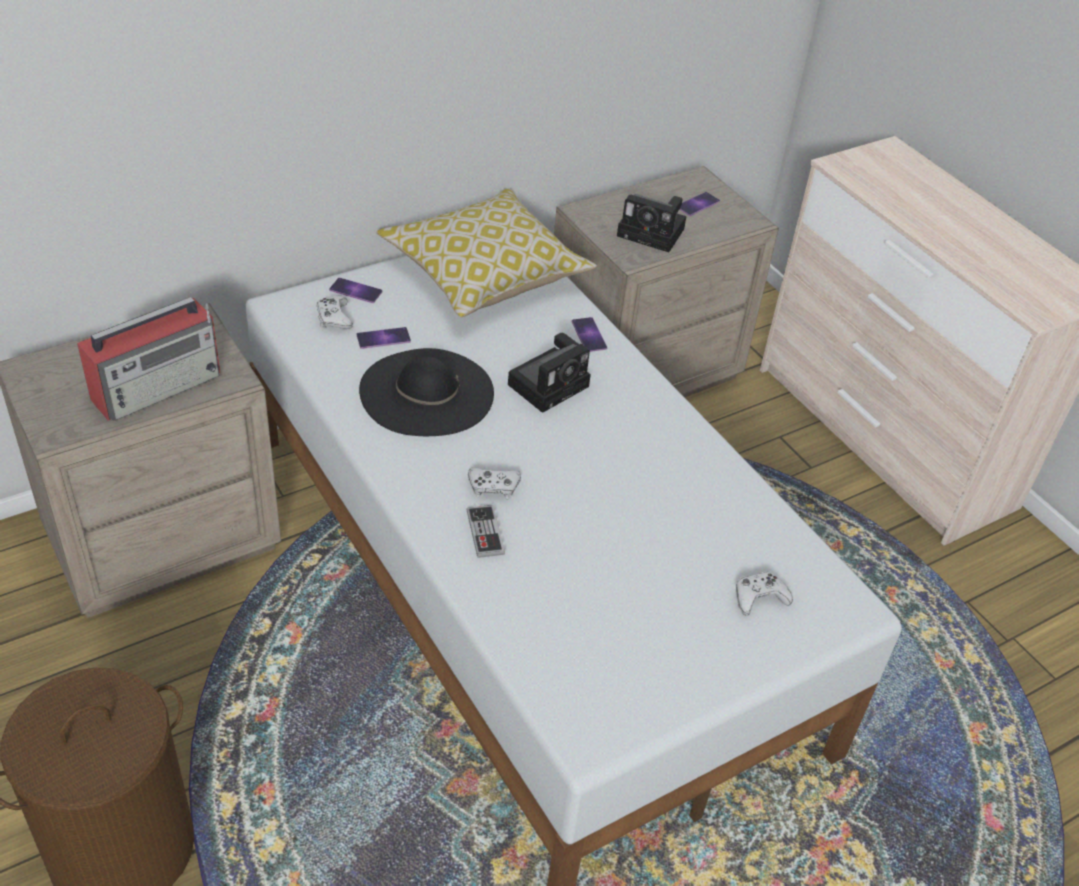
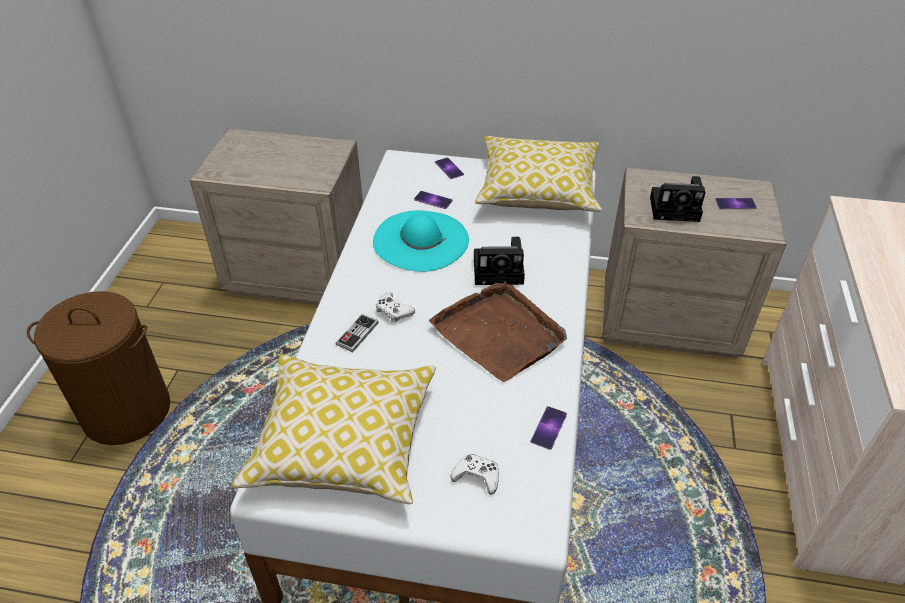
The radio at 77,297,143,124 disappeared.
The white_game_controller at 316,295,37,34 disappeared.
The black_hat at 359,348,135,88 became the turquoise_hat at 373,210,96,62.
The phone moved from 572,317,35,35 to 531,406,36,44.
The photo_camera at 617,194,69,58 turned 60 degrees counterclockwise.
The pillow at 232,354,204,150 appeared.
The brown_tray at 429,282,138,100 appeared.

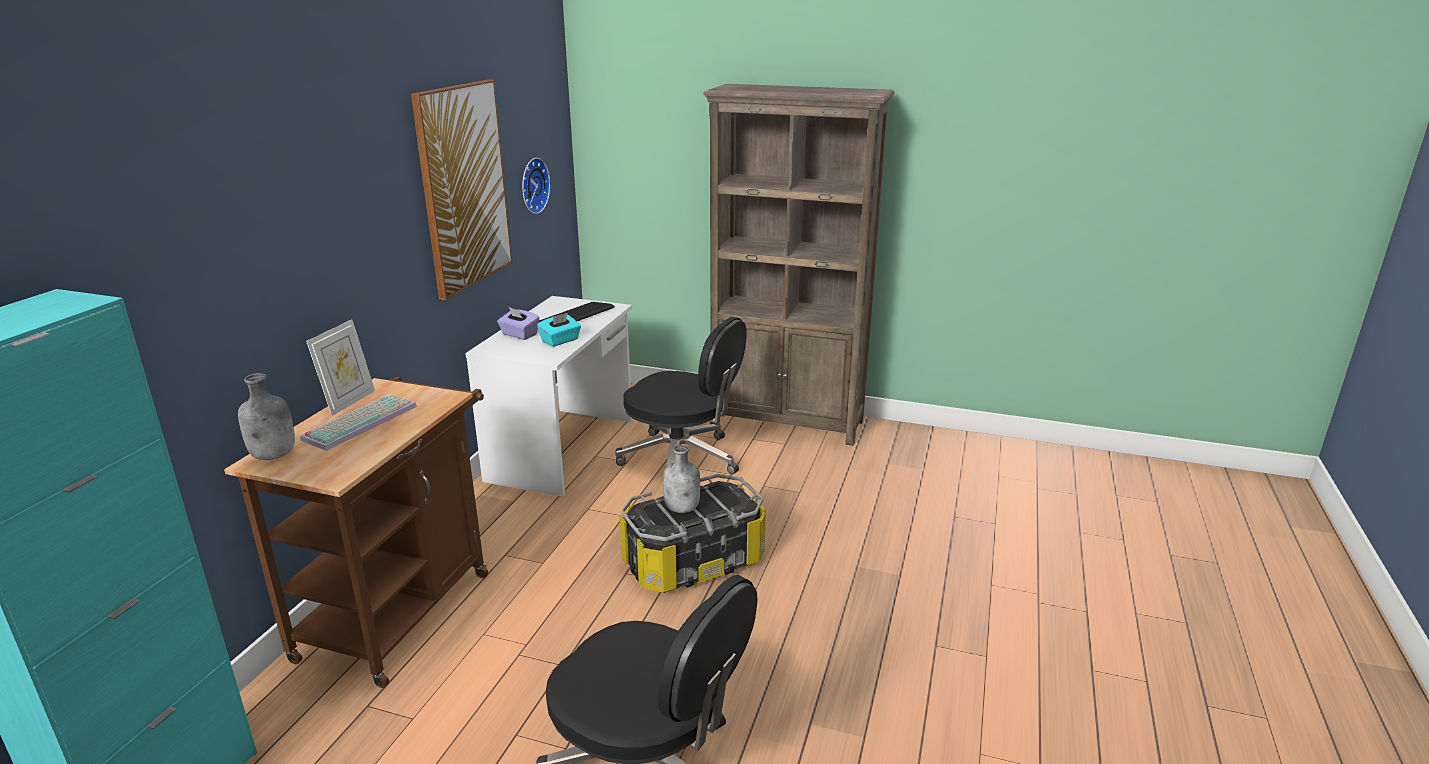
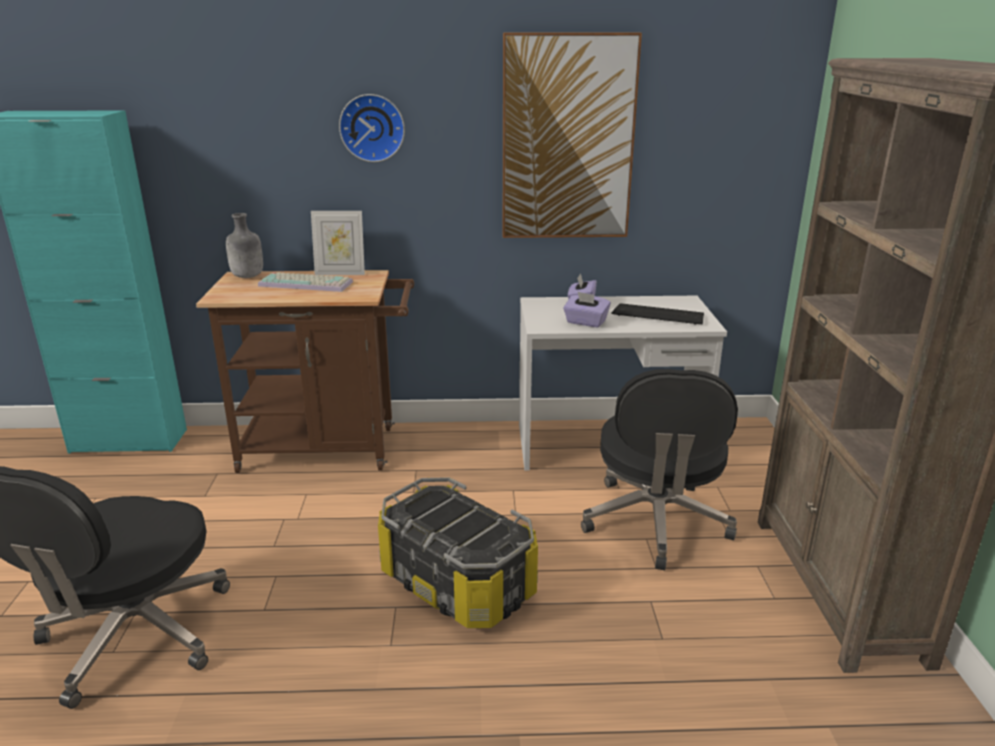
The wall_clock moved from 522,157,28,57 to 339,94,66,68.
The turquoise_tissue_box at 537,313,44,34 became the purple_tissue_box at 563,291,48,36.
The grey_bottle at 663,445,37,68 disappeared.

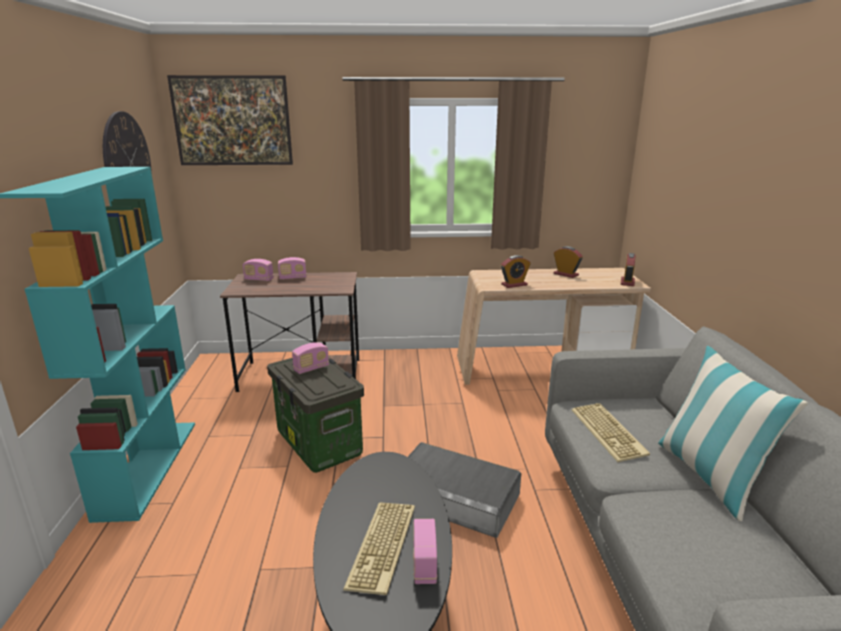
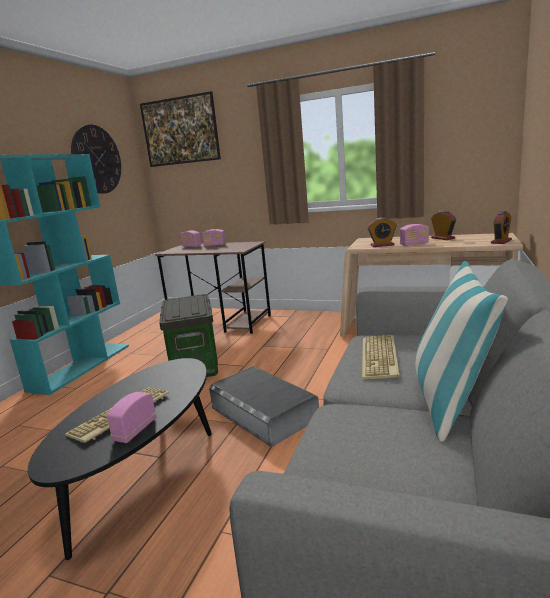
The radio moved from 292,342,37,32 to 400,224,29,22.

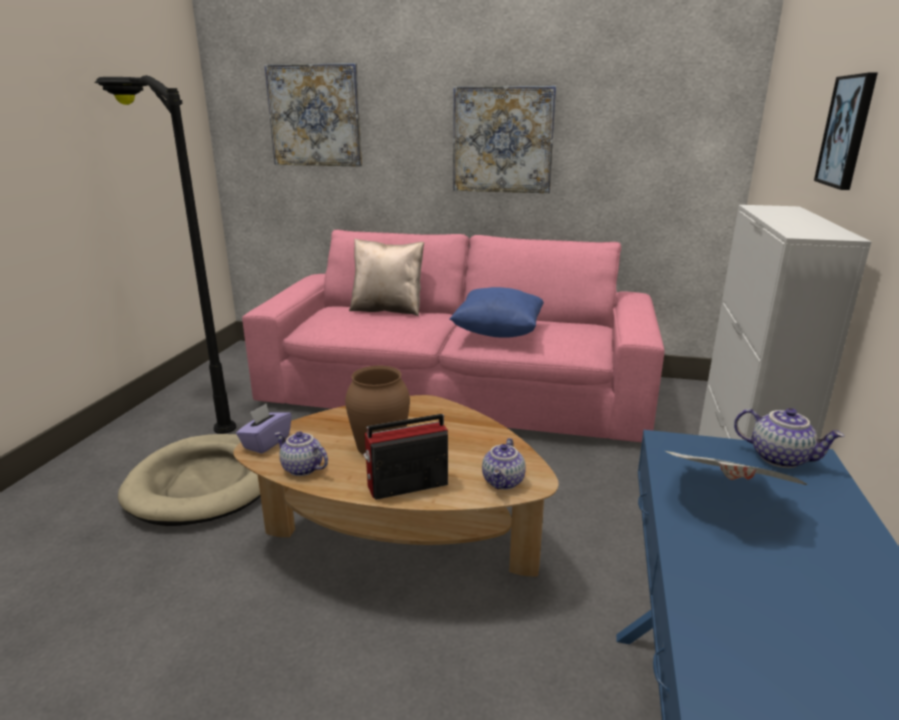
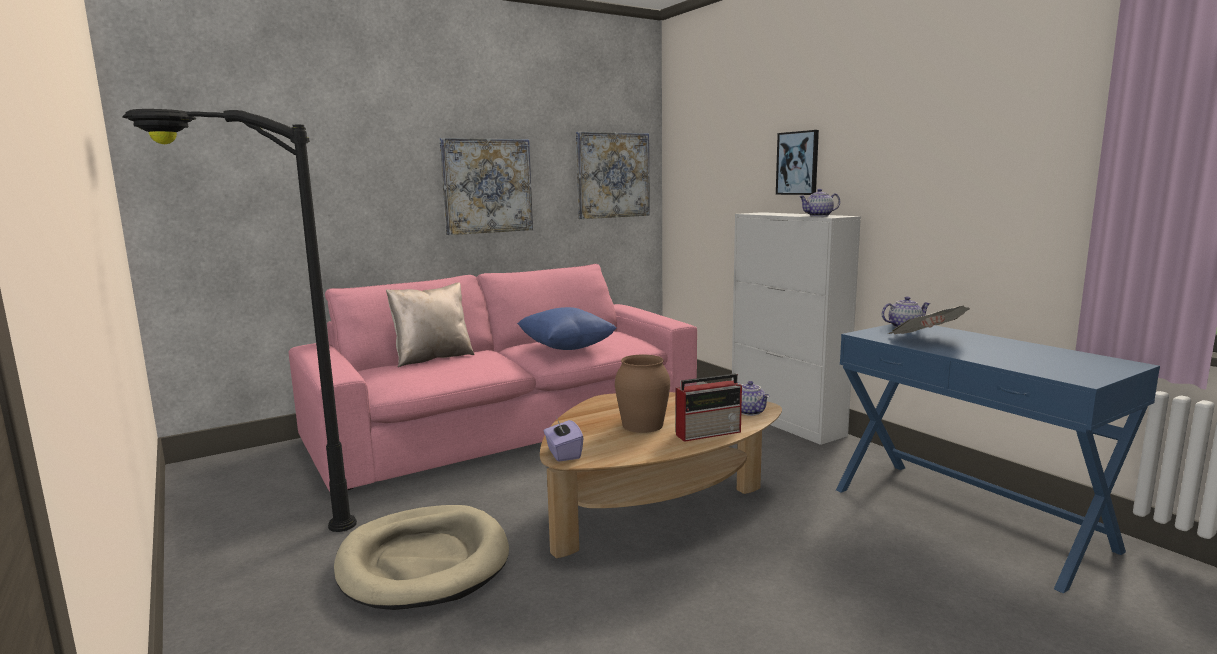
The picture moved from 264,63,98,104 to 576,132,74,87.
The teapot moved from 274,431,54,45 to 799,189,41,28.
The radio at 363,414,85,86 turned 135 degrees counterclockwise.

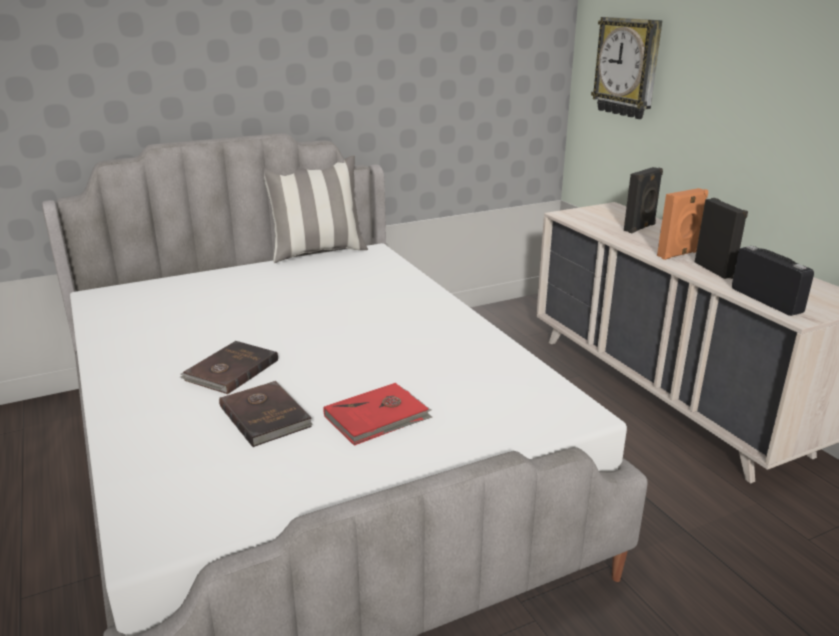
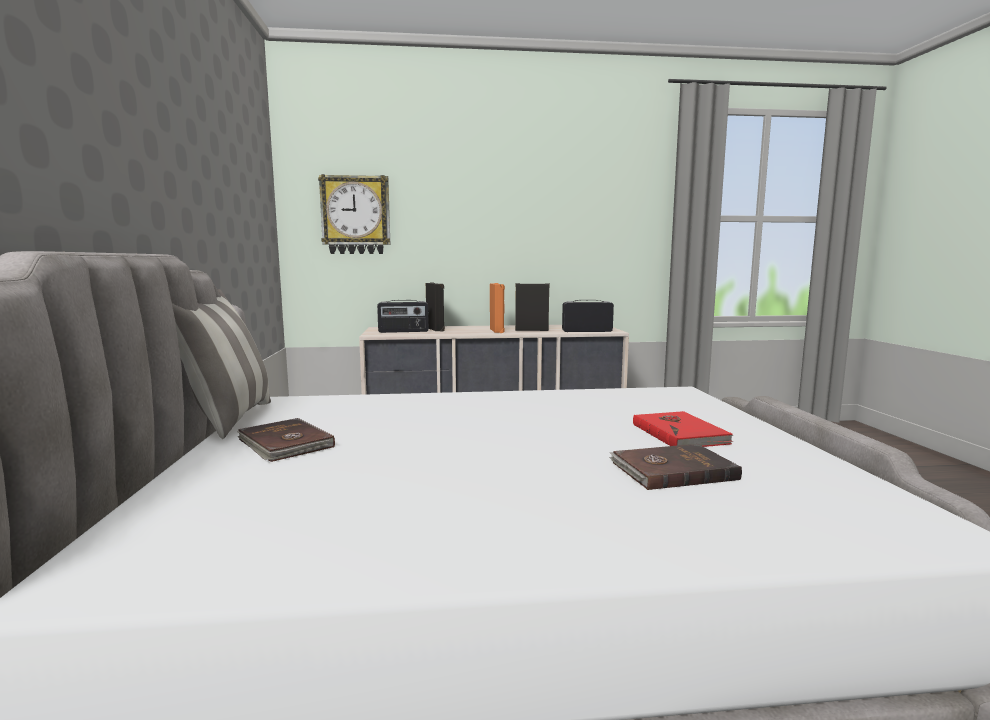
The brown_book moved from 180,341,98,53 to 237,418,98,44.
The radio at 377,300,52,33 appeared.

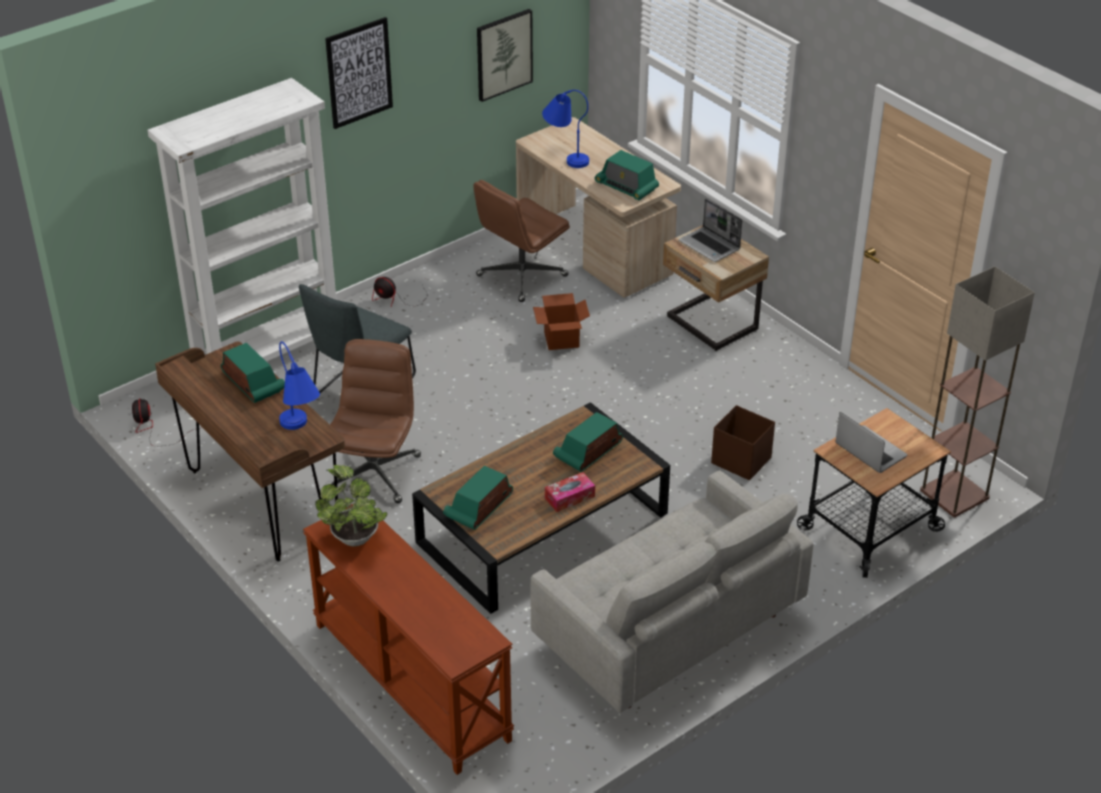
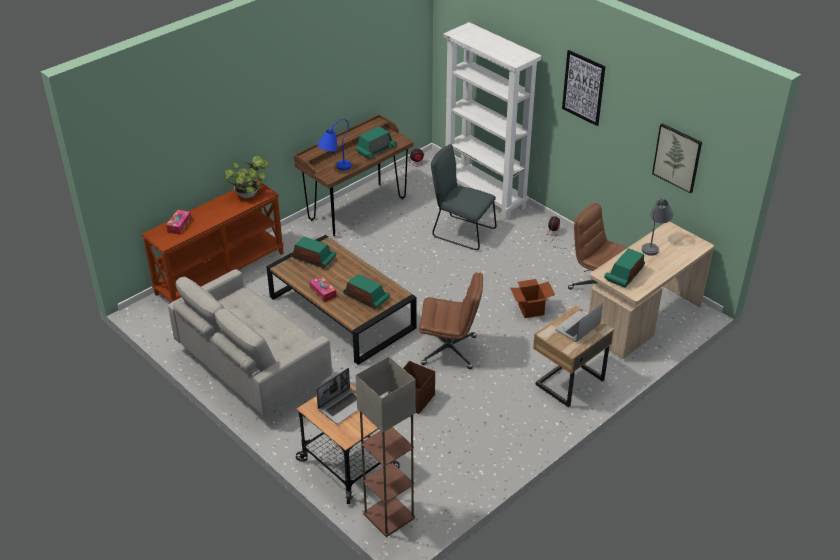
The brown_office_chair moved from 330,339,91,164 to 419,272,64,97.
The blue_table_lamp at 542,90,47,78 became the grey_table_lamp at 642,199,31,57.
The tissue_box at 166,210,25,25 appeared.

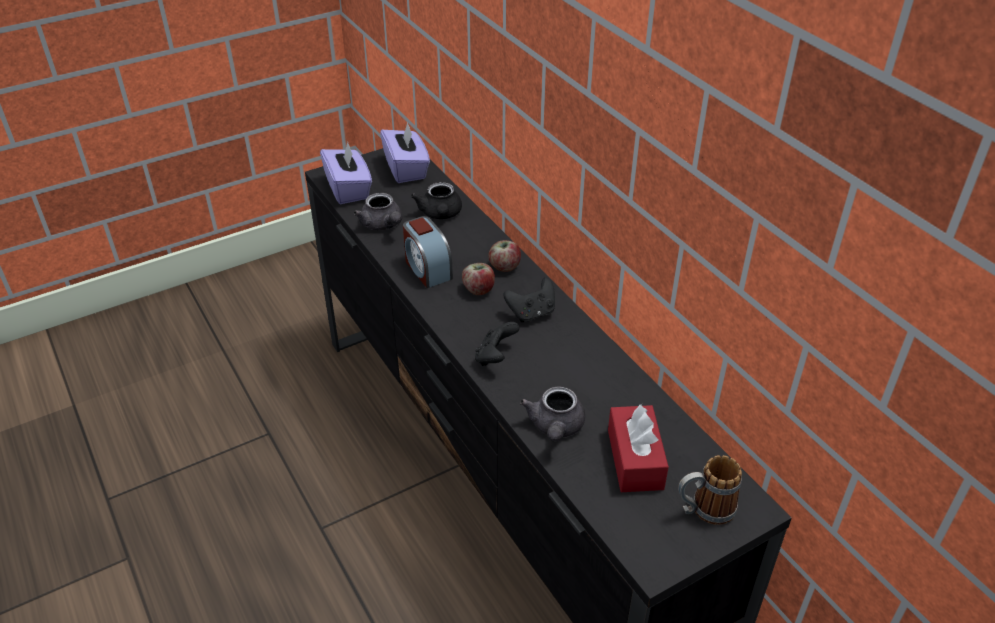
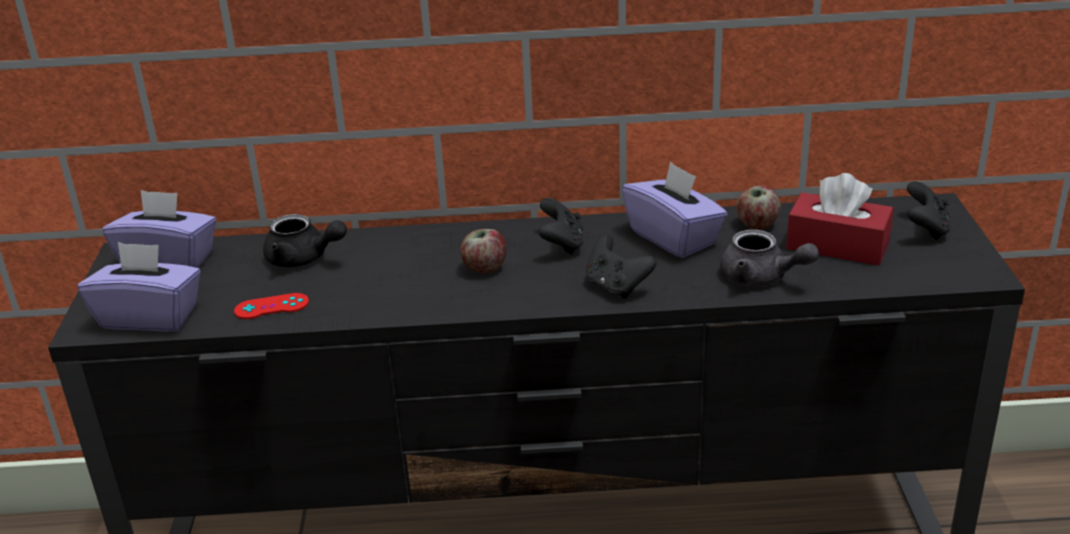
The grey_teapot at 354,193,48,38 was replaced by the red_game_controller at 234,293,75,26.
The alarm_clock at 403,216,50,72 disappeared.
The apple moved from 488,240,33,32 to 736,185,45,44.
The mug at 678,455,64,70 was replaced by the black_game_controller at 907,181,43,59.
The purple_tissue_box at 622,162,105,96 appeared.

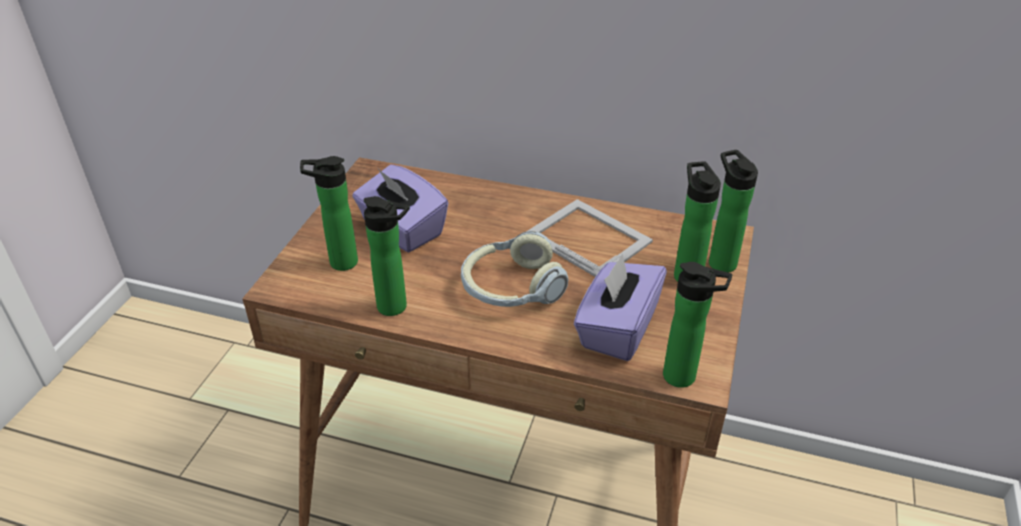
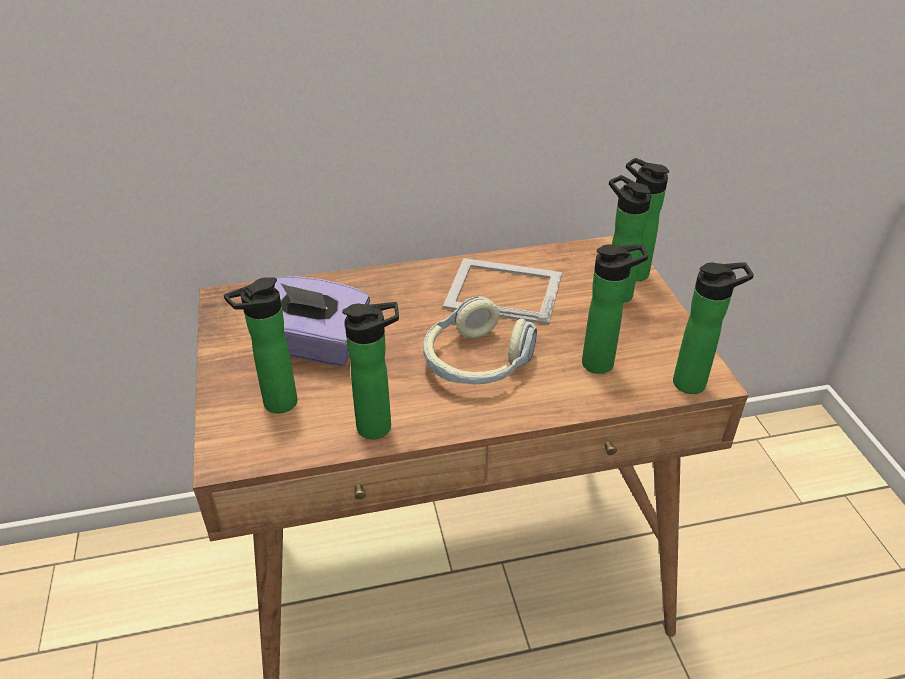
The purple_tissue_box at 574,253,93,108 was replaced by the bottle at 582,244,66,130.

